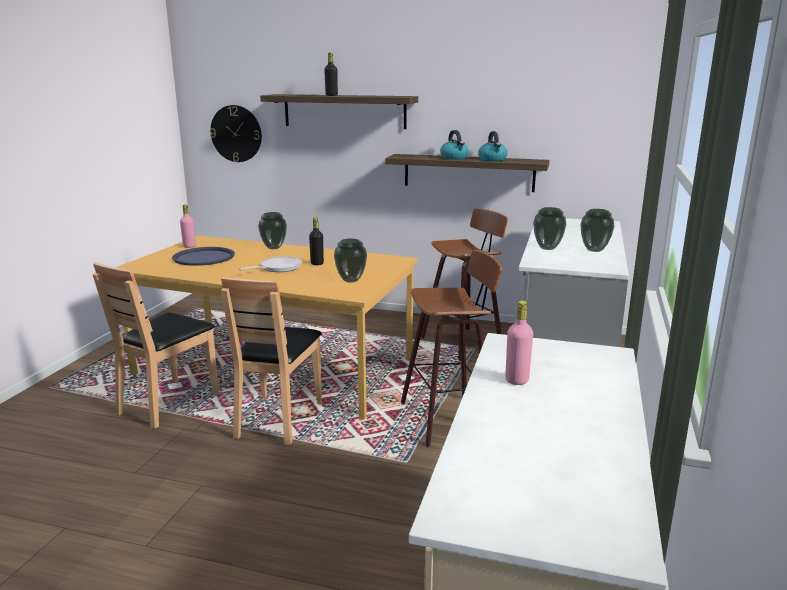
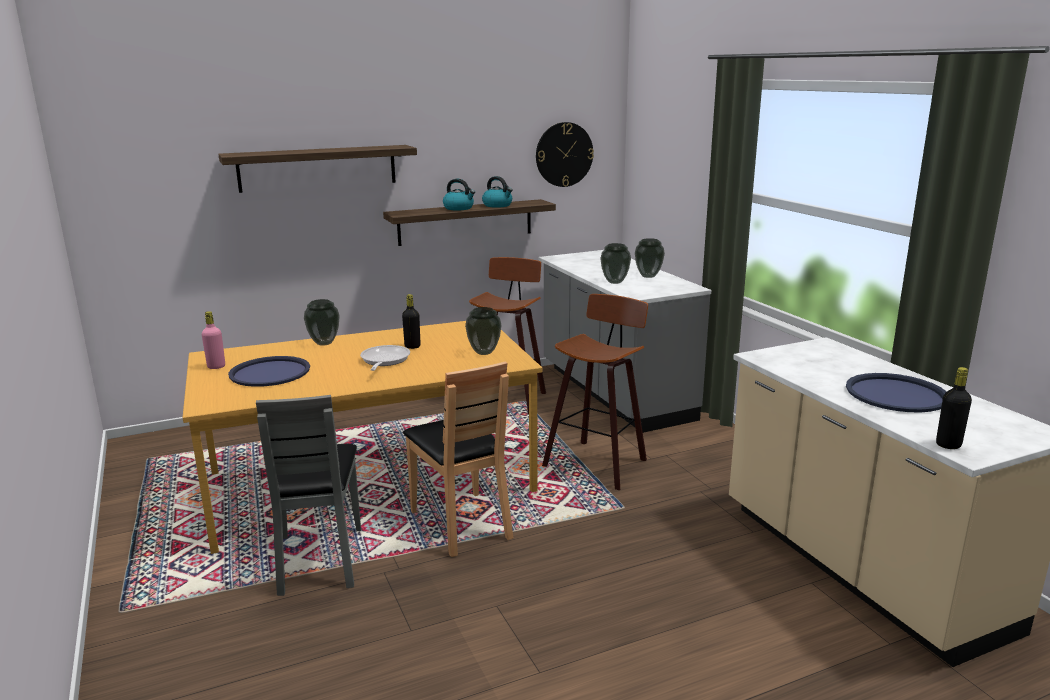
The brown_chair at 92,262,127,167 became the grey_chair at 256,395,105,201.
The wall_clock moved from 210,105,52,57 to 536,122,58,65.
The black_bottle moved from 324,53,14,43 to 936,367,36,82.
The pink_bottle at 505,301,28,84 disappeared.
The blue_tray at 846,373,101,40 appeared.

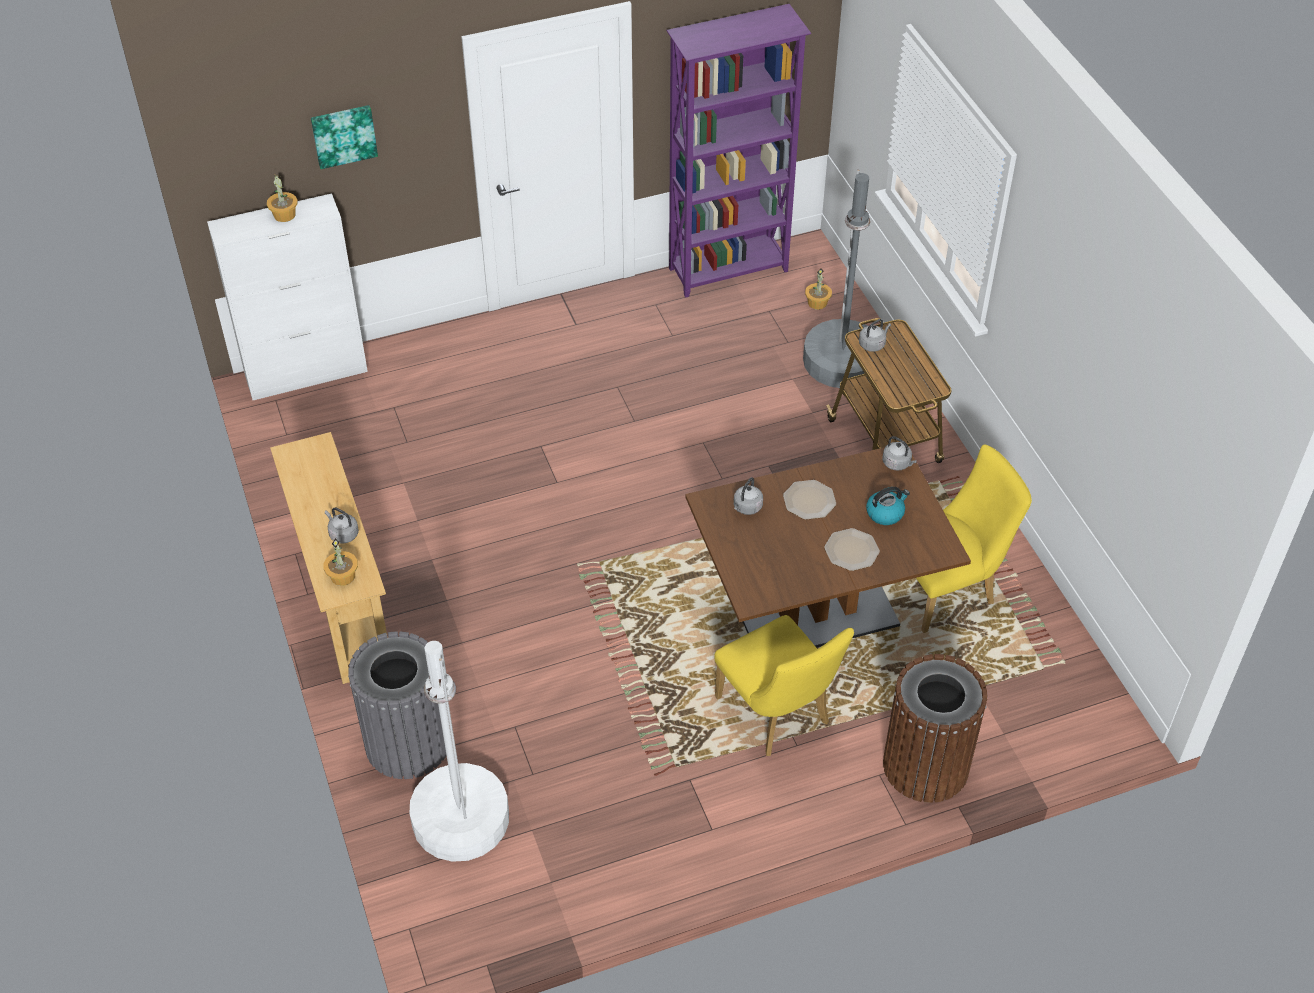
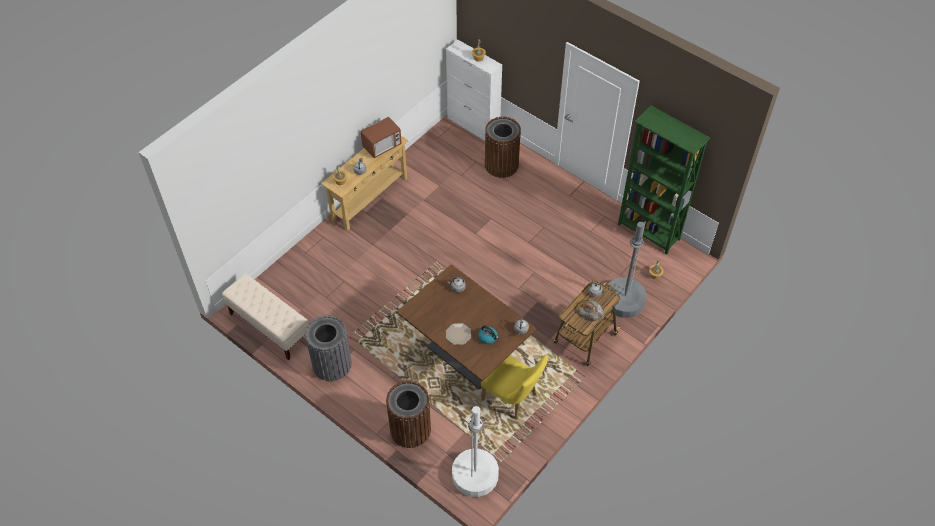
The picture at 311,105,67,64 disappeared.
The grey_trash_can moved from 348,631,98,148 to 305,315,47,66.
The white_floor_lamp moved from 409,641,100,221 to 452,406,47,91.
The purple_bookcase at 666,4,146,294 became the green_bookcase at 618,105,92,150.
The yellow_chair at 714,615,140,141 disappeared.
The plate at 783,480,53,40 disappeared.
The beige_bench at 222,274,86,86 appeared.
The microwave at 361,116,41,42 appeared.
The brown_trash_can at 485,117,36,61 appeared.
The bread at 576,300,28,22 appeared.

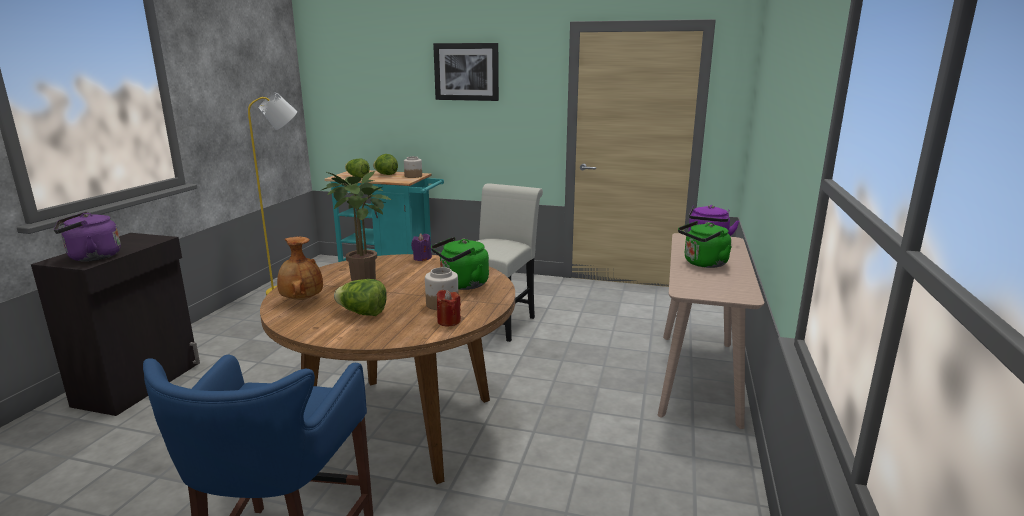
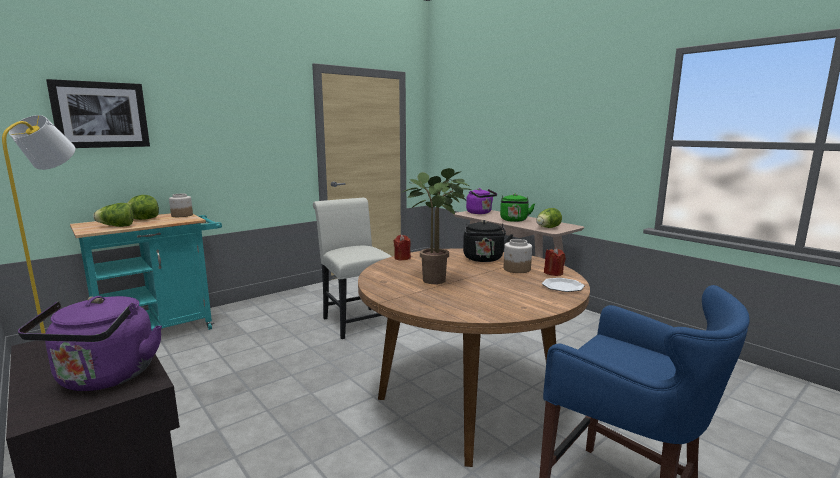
The brown_vase at 277,237,46,63 disappeared.
The lettuce moved from 334,279,53,37 to 536,208,26,20.
The purple_candle at 411,233,21,28 became the red_candle at 393,235,18,25.
The green_kettle at 431,237,58,53 became the black_kettle at 463,220,50,42.
The picture moved from 433,43,66,58 to 46,79,104,69.
The plate at 542,278,43,14 appeared.

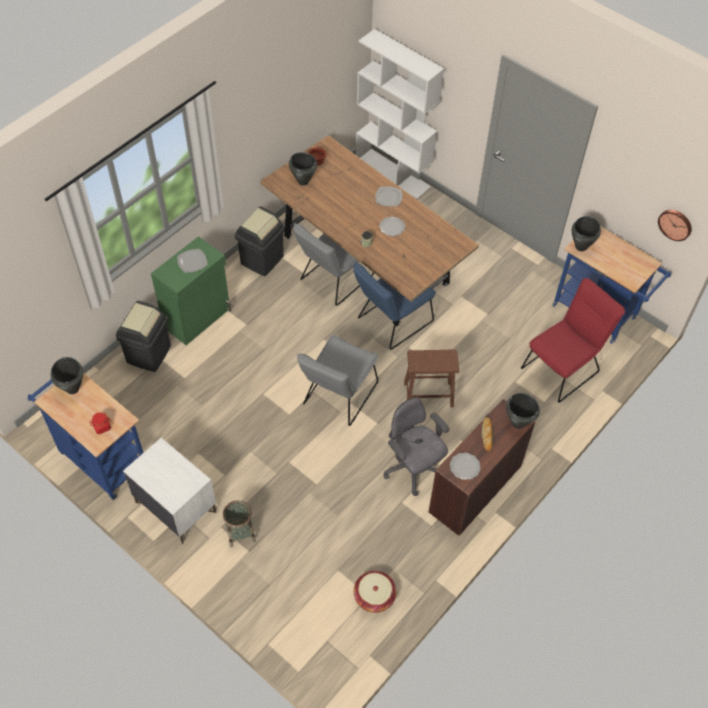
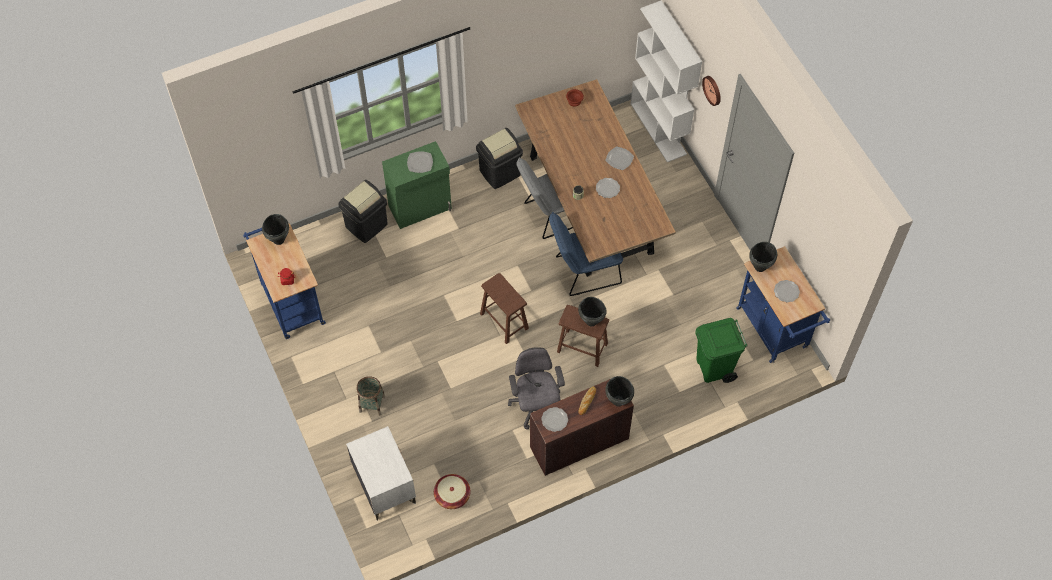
The white_nightstand moved from 123,438,93,106 to 346,426,70,94.
The black_cooking_pot moved from 289,152,28,33 to 578,297,29,30.
The grey_chair at 297,335,81,91 was replaced by the brown_stool at 480,273,49,71.
The red_chair at 521,278,104,125 was replaced by the green_trash_can at 695,318,53,65.
The wall_clock moved from 658,210,34,31 to 702,76,19,30.
The plate at 774,280,26,22 appeared.

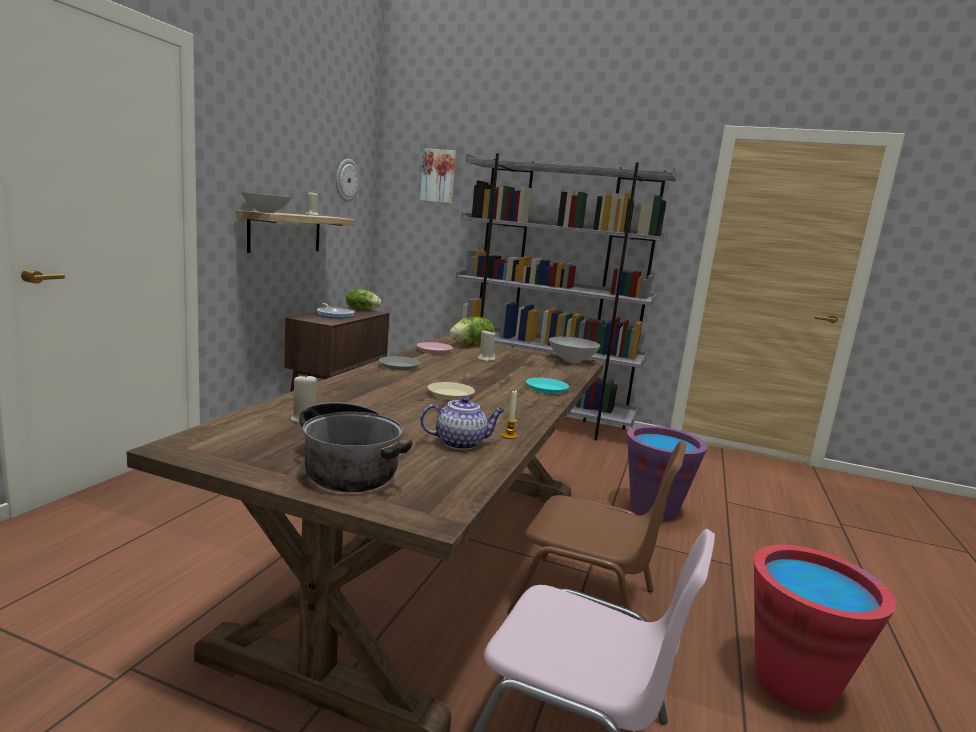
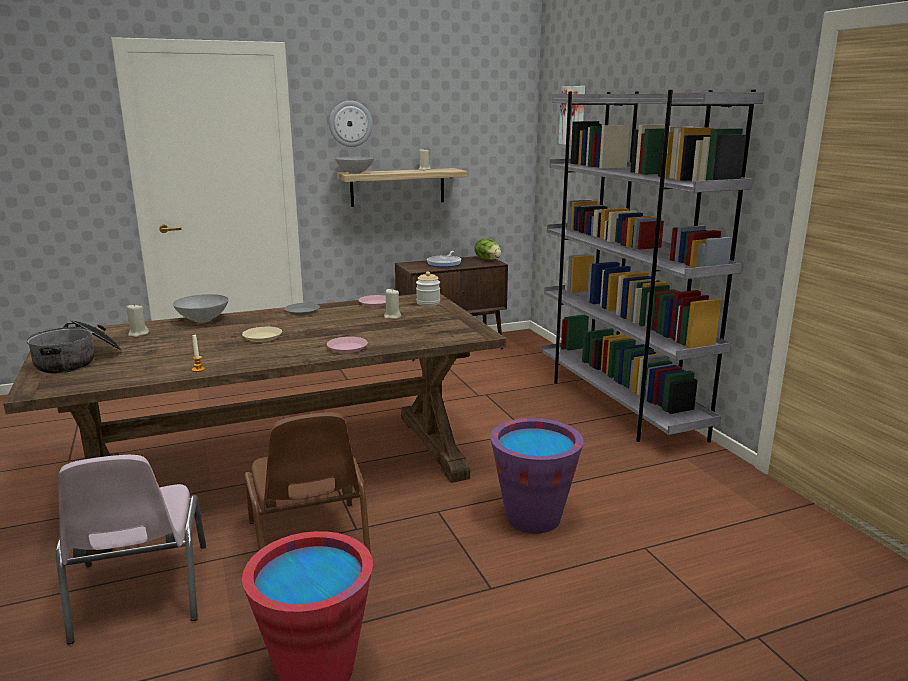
The wall_clock moved from 336,159,24,43 to 329,101,44,46.
The teapot at 420,396,84,54 disappeared.
The lettuce at 450,317,45,28 was replaced by the jar at 416,272,24,34.
The turquoise_plate at 526,378,43,16 became the pink_plate at 327,337,41,16.
The grey_bowl moved from 549,337,51,26 to 173,294,56,29.

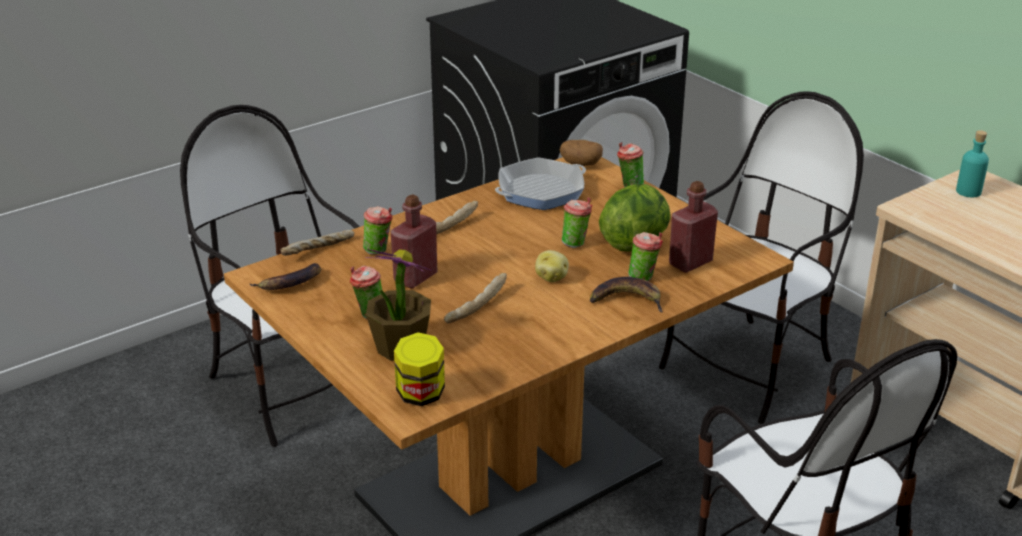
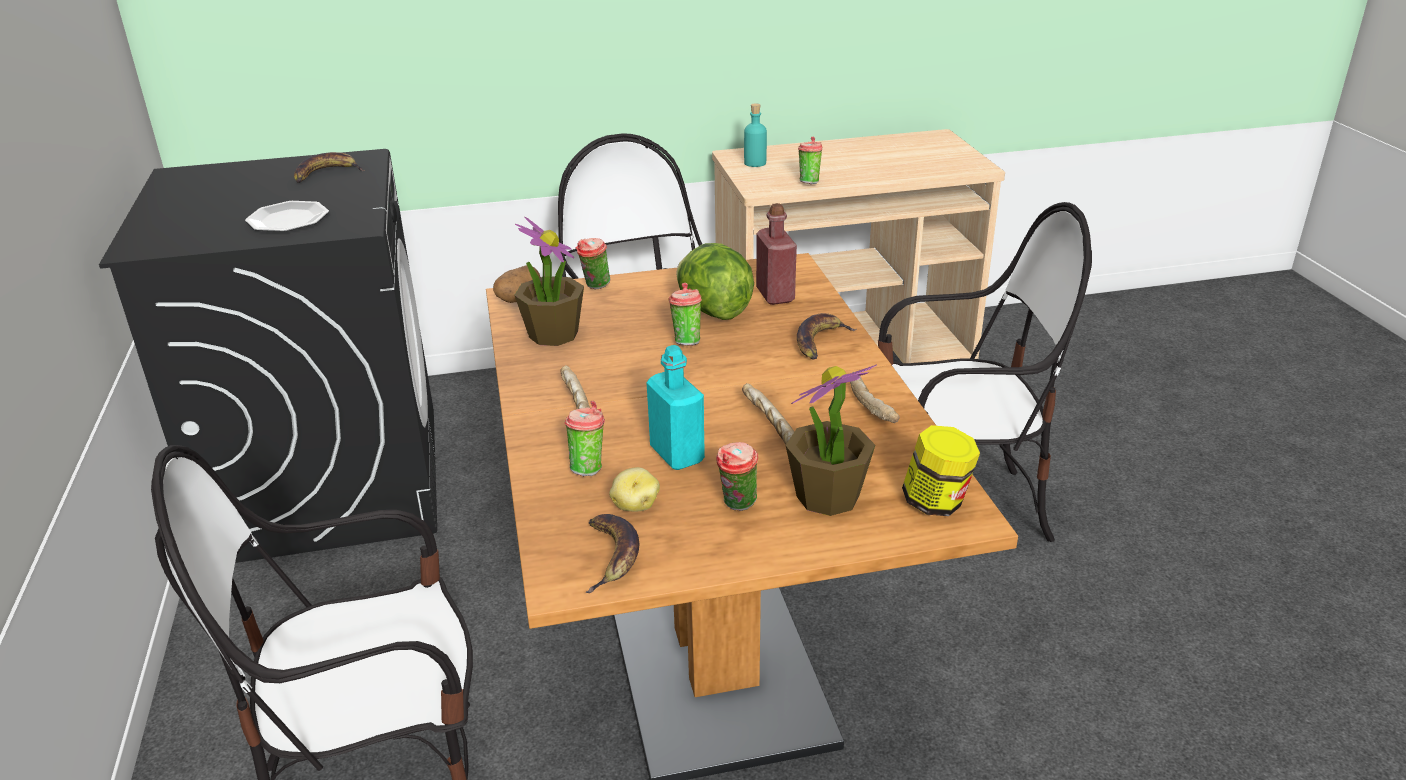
The bread moved from 281,230,74,26 to 850,372,50,51.
The red_bottle at 390,195,48,94 became the turquoise_bottle at 647,345,58,125.
The frying_pan at 495,157,91,53 was replaced by the potted_plant at 514,217,70,129.
The potato moved from 535,250,34,32 to 609,467,51,45.
The cup moved from 628,232,35,49 to 798,137,25,47.
The plate at 245,201,84,31 appeared.
The banana at 294,152,71,31 appeared.

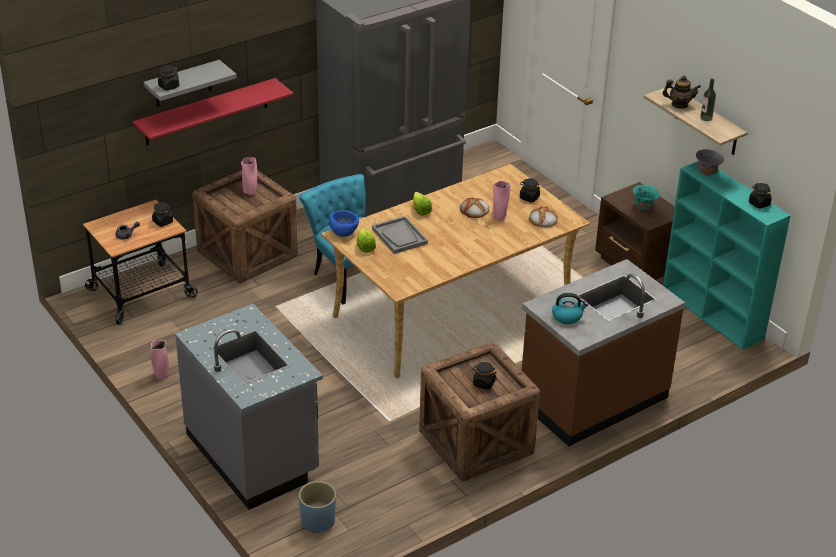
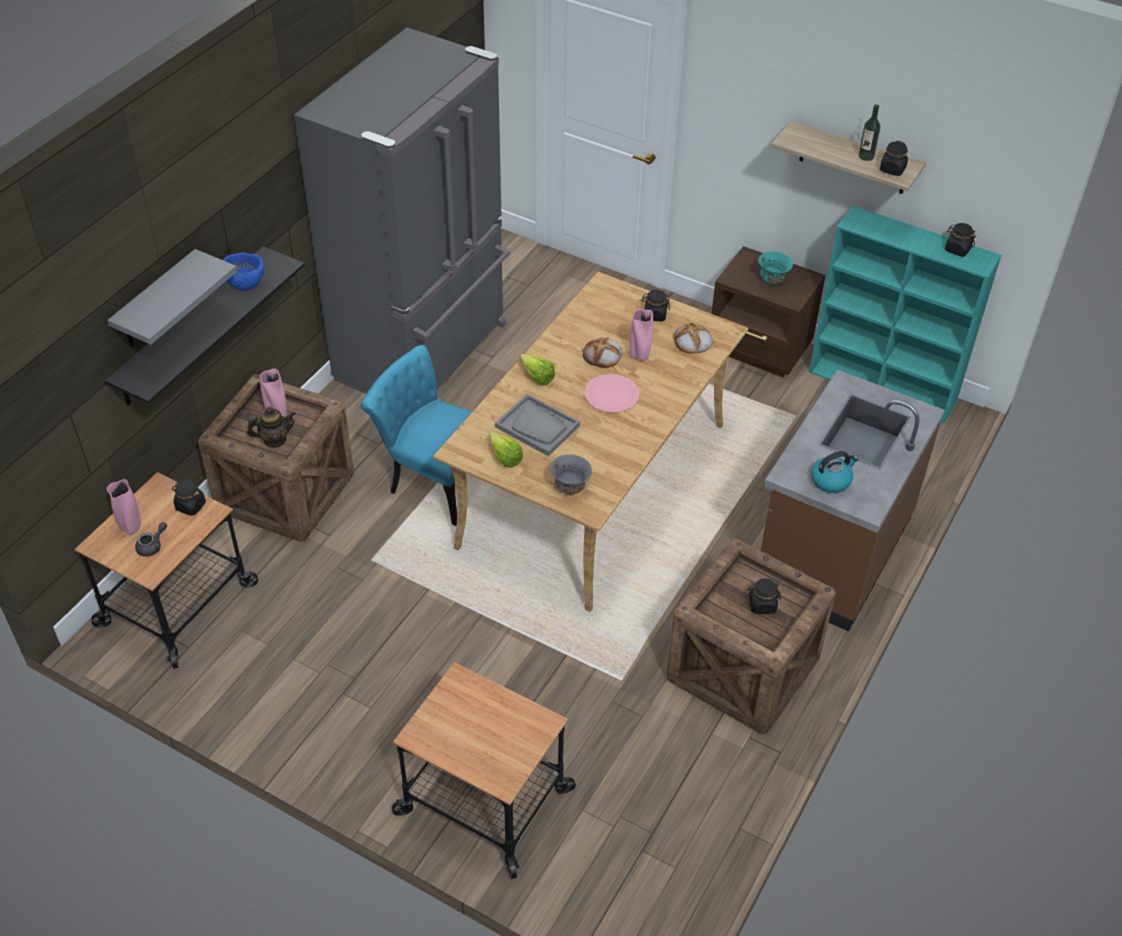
The red_shelf at 133,78,161,67 became the black_shelf at 105,246,200,159.
The pink_vase moved from 151,340,18,40 to 107,479,34,56.
The black_jar moved from 157,66,22,25 to 880,141,28,35.
The grey_counter at 175,303,148,207 was replaced by the cart at 392,662,184,217.
The blue_planter at 299,481,37,52 disappeared.
The blue_bowl moved from 329,210,30,27 to 223,253,41,37.
The teapot moved from 662,76,39,33 to 247,407,49,41.
The grey_bowl moved from 696,149,28,27 to 550,454,42,41.
The pink_plate at 584,374,56,39 appeared.

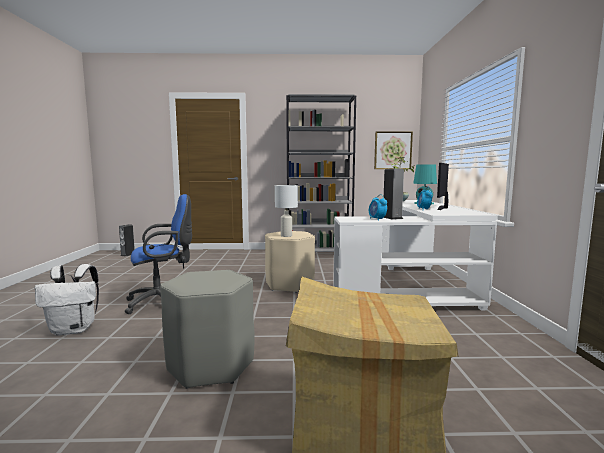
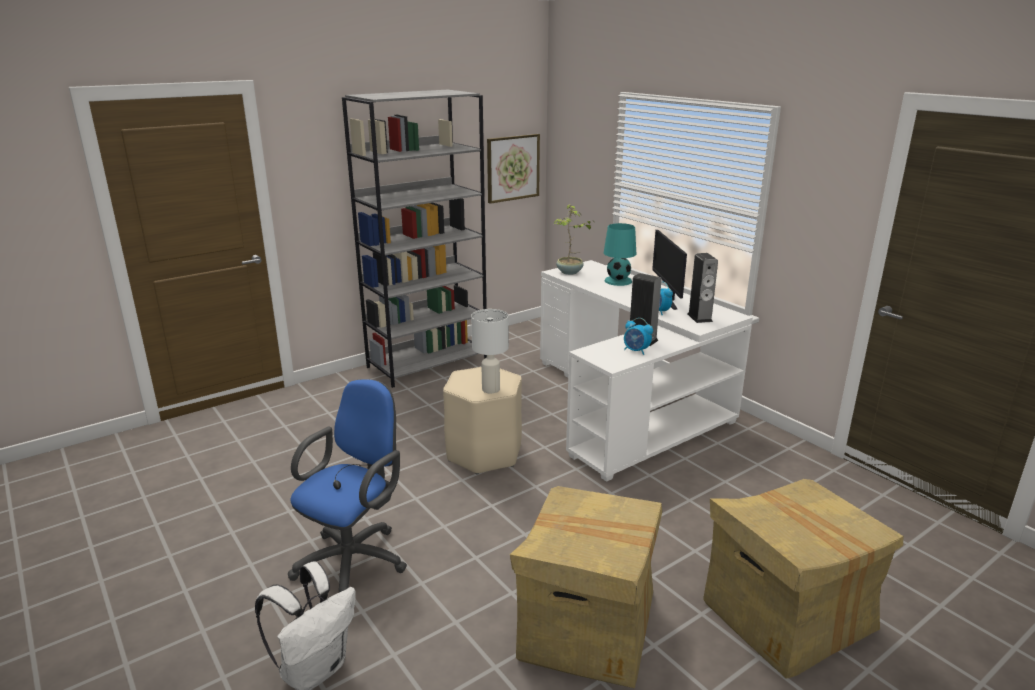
The speaker moved from 119,224,16,33 to 687,253,31,70.
The grey_stool at 160,270,95,119 was replaced by the cardboard_box at 510,486,152,202.

